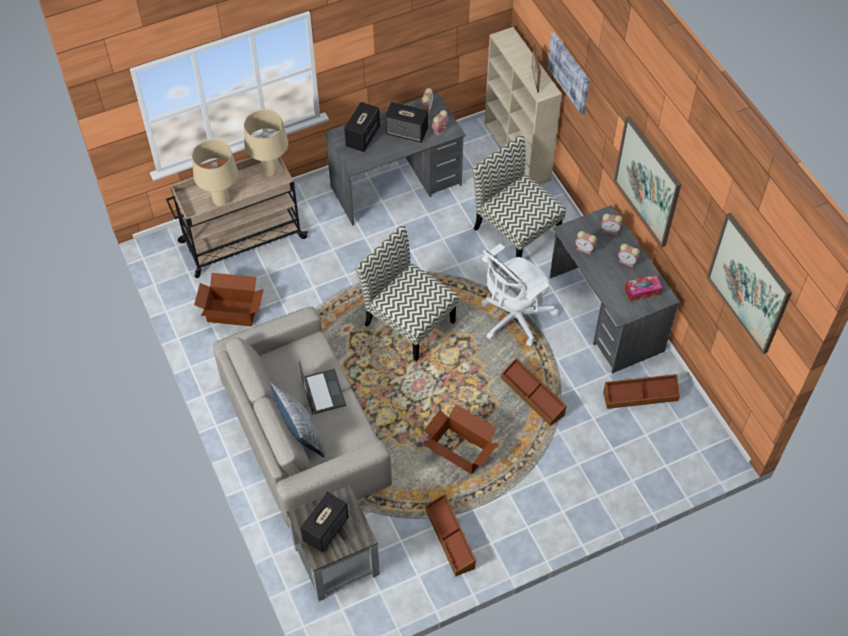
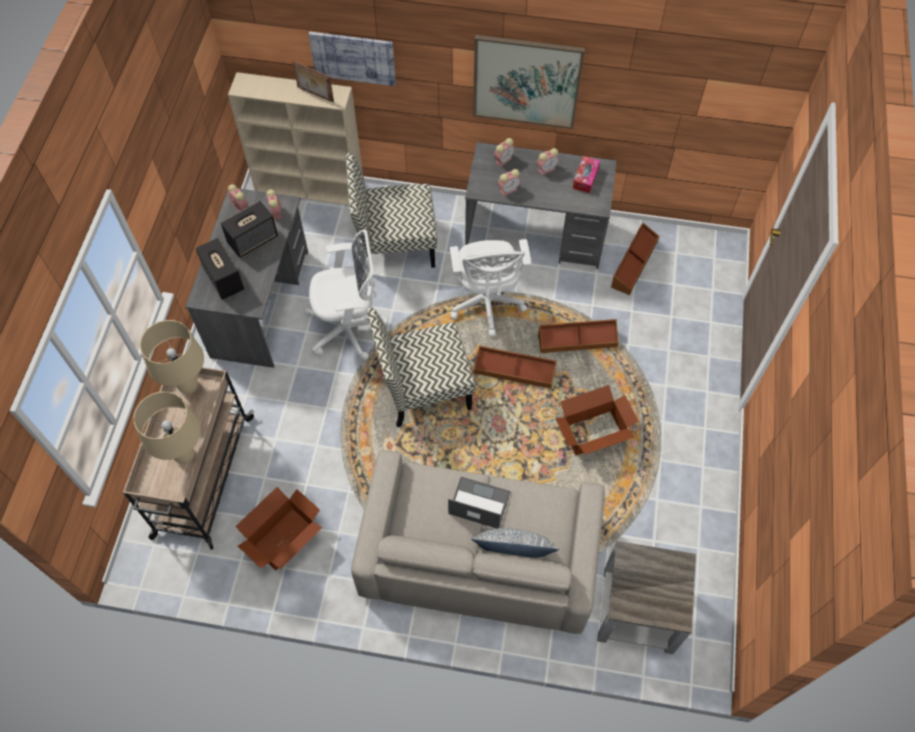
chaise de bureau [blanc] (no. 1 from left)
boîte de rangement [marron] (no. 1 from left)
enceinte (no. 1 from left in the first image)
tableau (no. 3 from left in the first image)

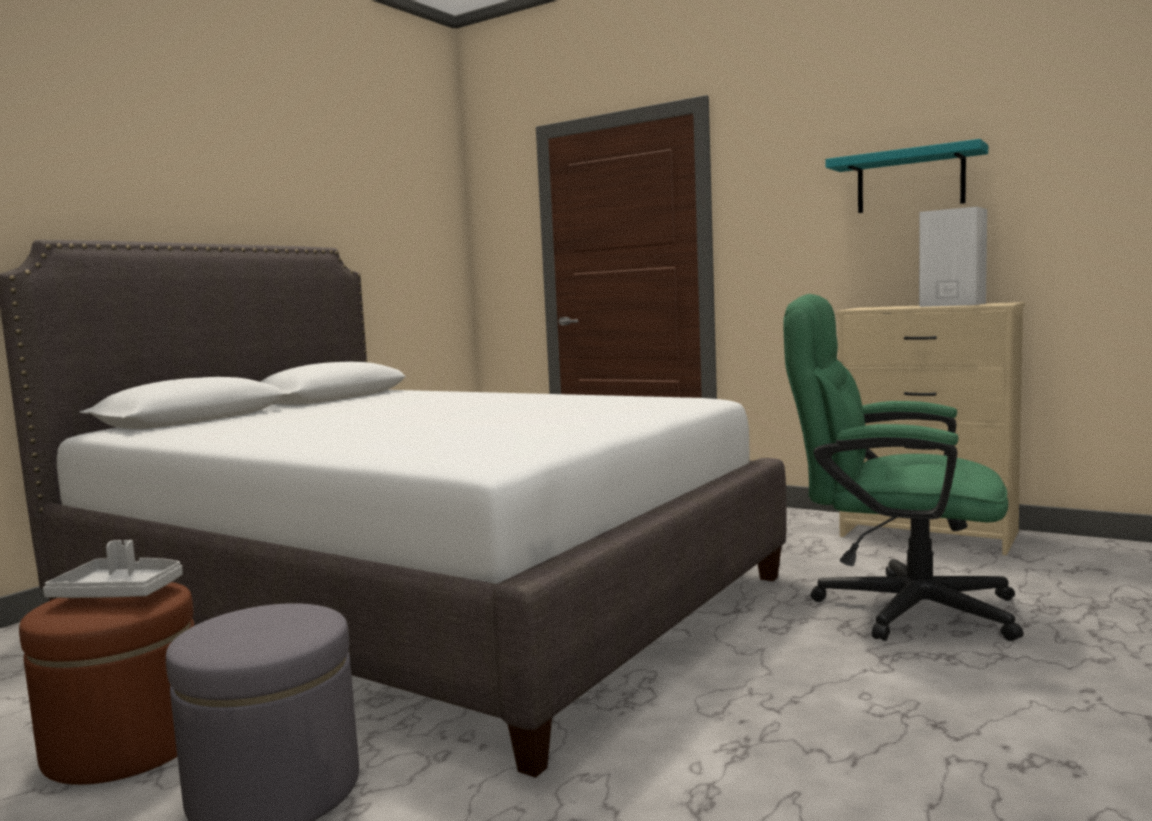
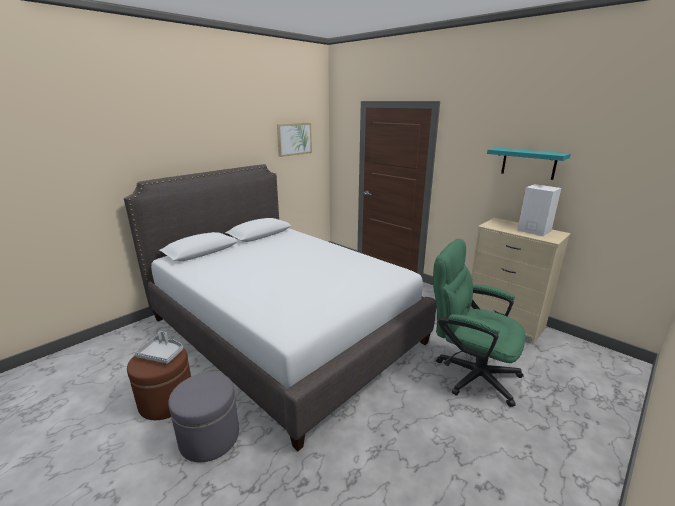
tableau

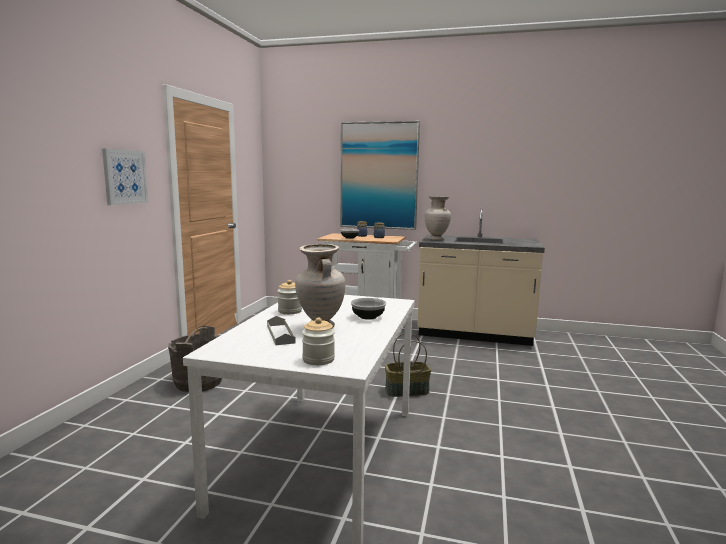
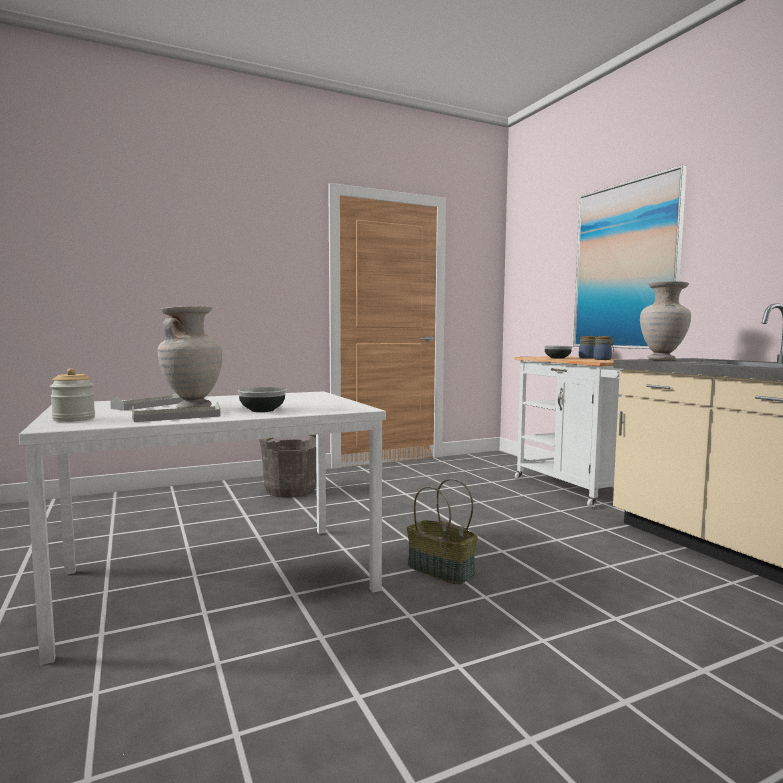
plateau [gris] (no. 2 from left)
tableau (no. 1 from left in the first image)
bocal (no. 1 from left in the first image)

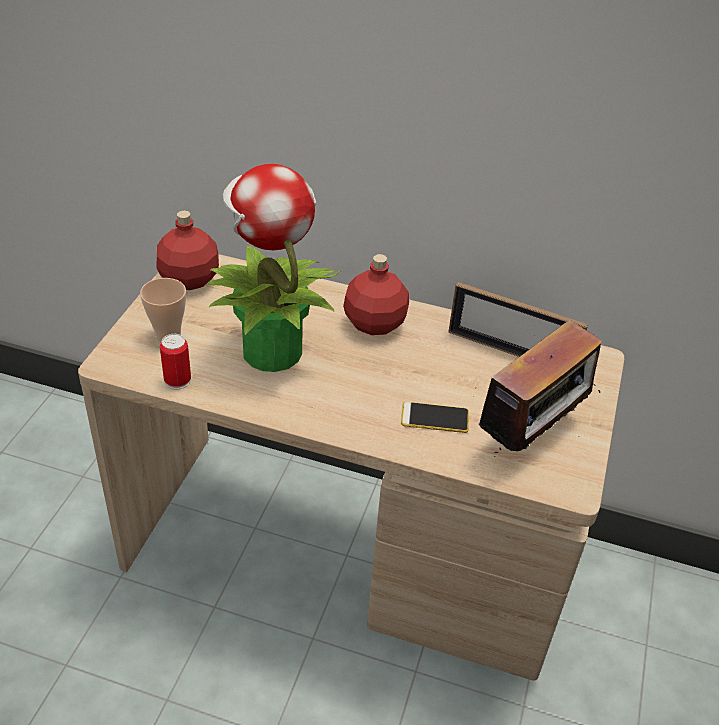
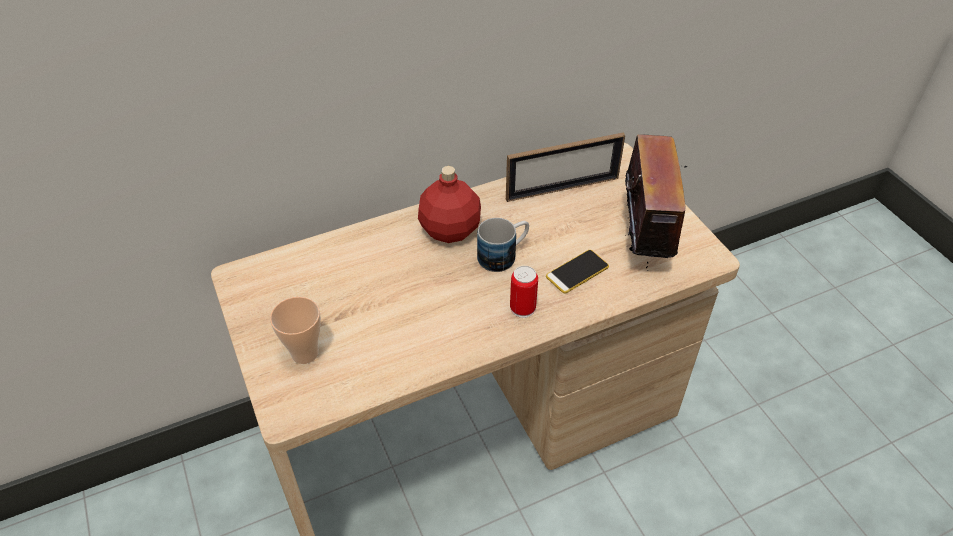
mug
boîte métallique
bouteille [rouge] (no. 1 from left in the first image)
plante en pot

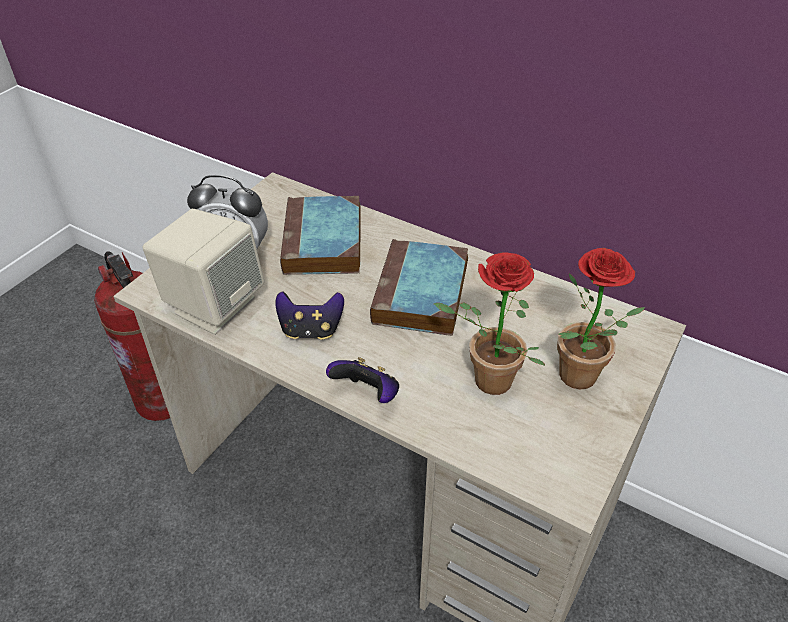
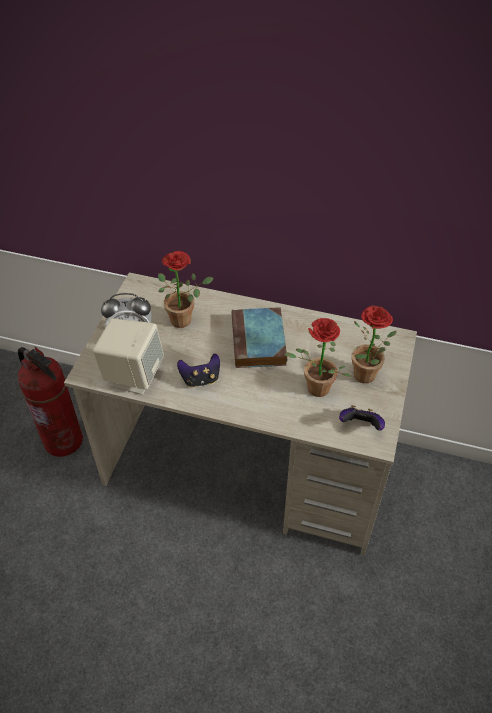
plante en pot (no. 1 from left)
manette (no. 2 from left)

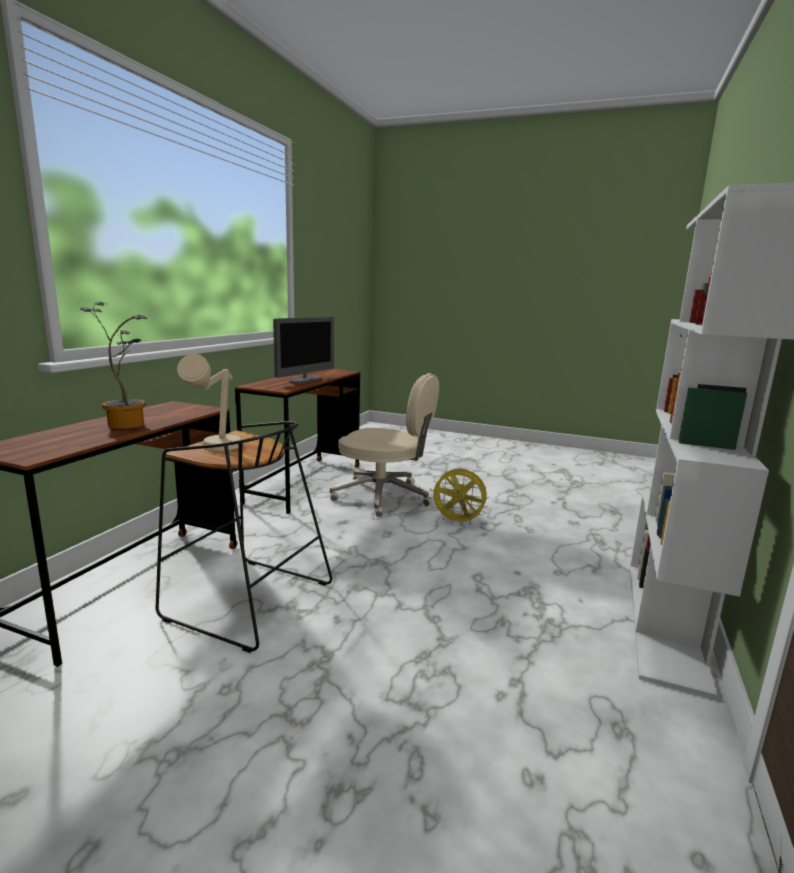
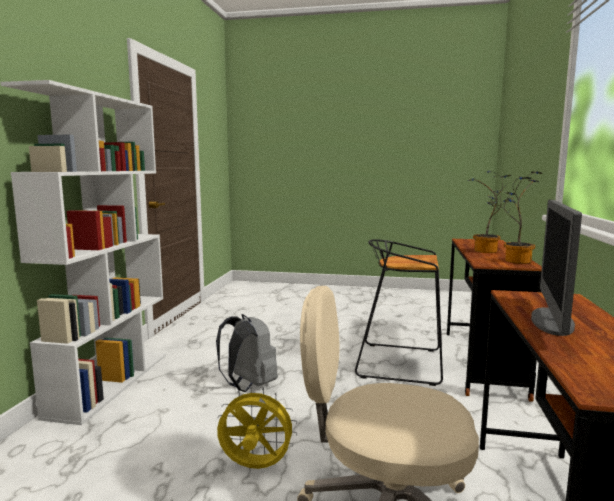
sac à dos [gris]
plante en pot (no. 2 from left)
lampe de table [beige]

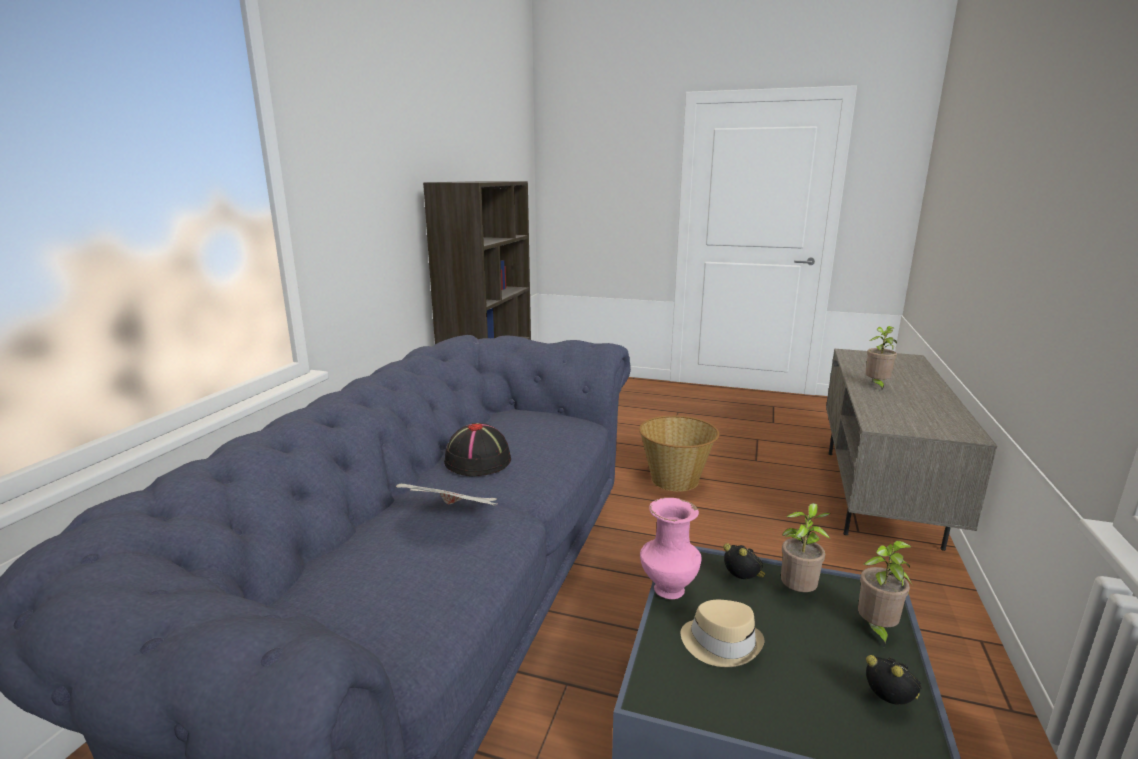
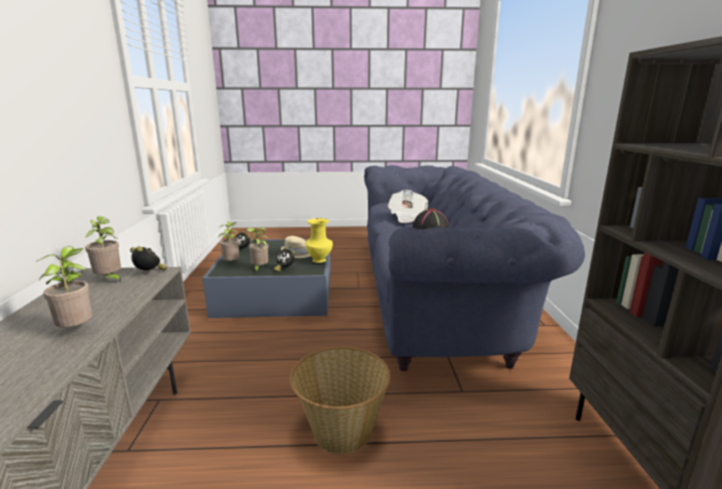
plante en pot (no. 2 from left)
réveil (no. 1 from left)
vase [jaune]

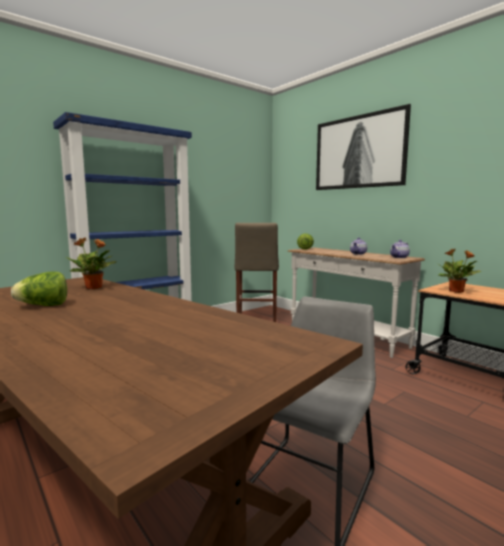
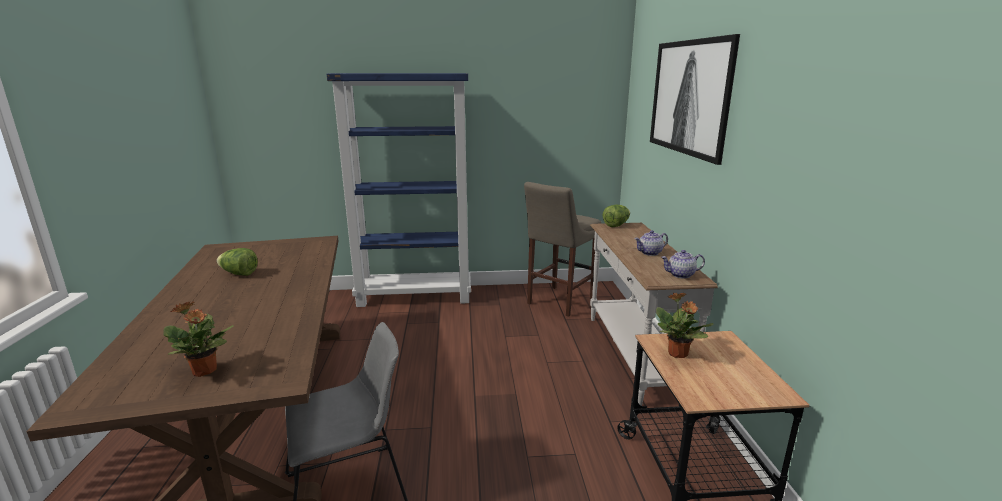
plante en pot (no. 1 from left)

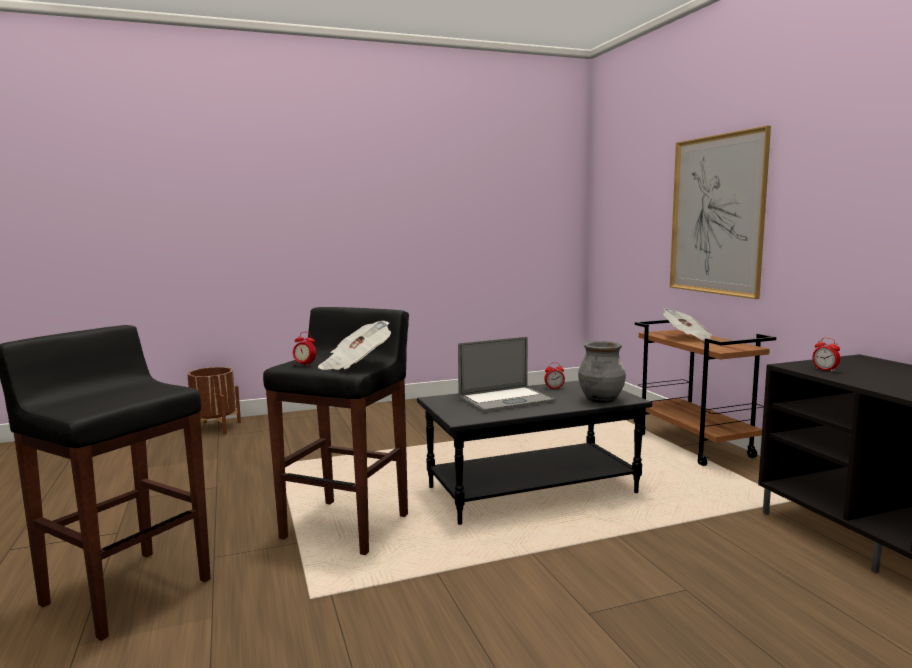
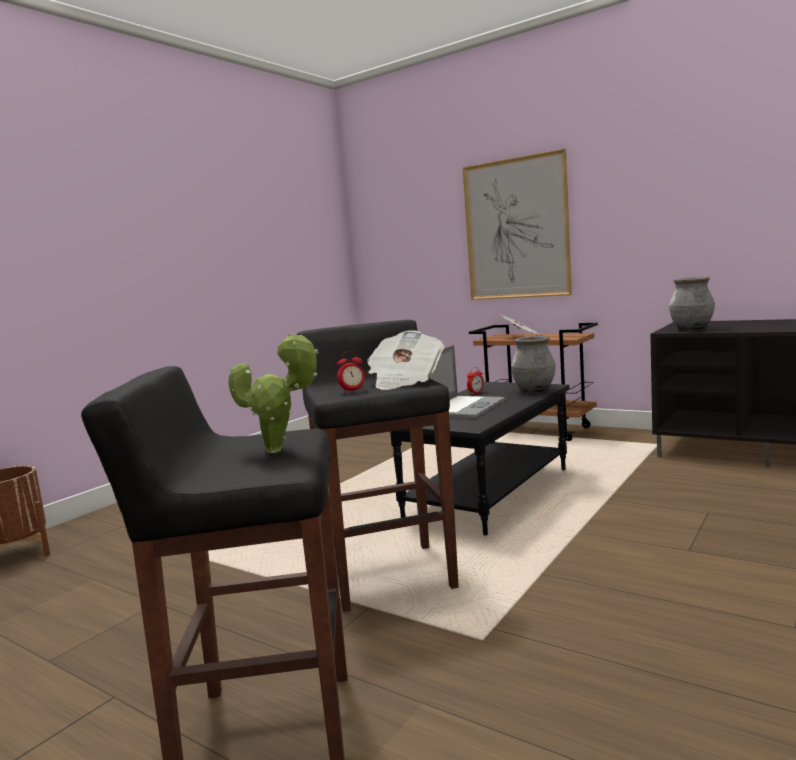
plante en pot
vase [gris] (no. 2 from left)

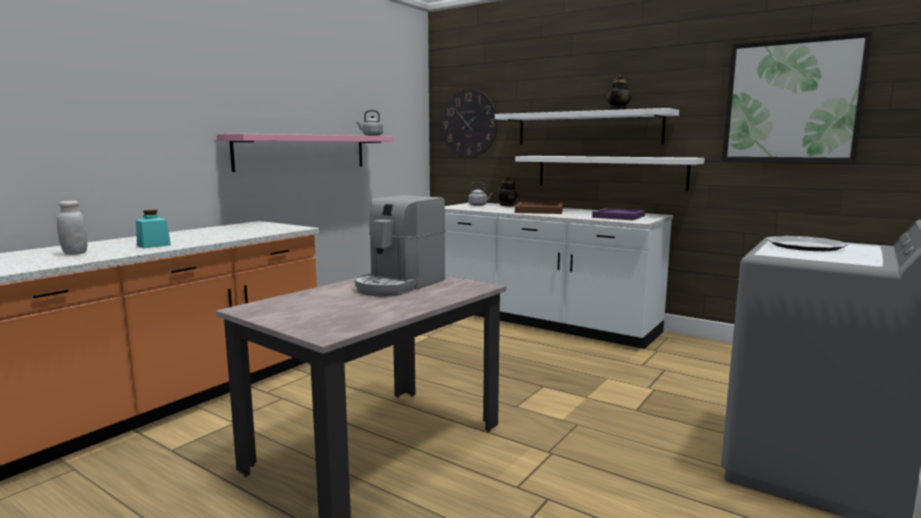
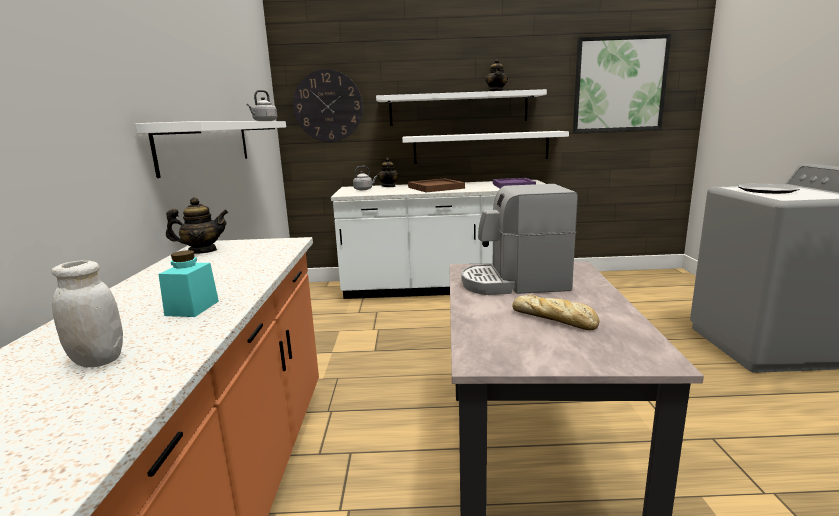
étagère [blanc] (no. 1 from left)
théière (no. 1 from left)
machine à café
pain

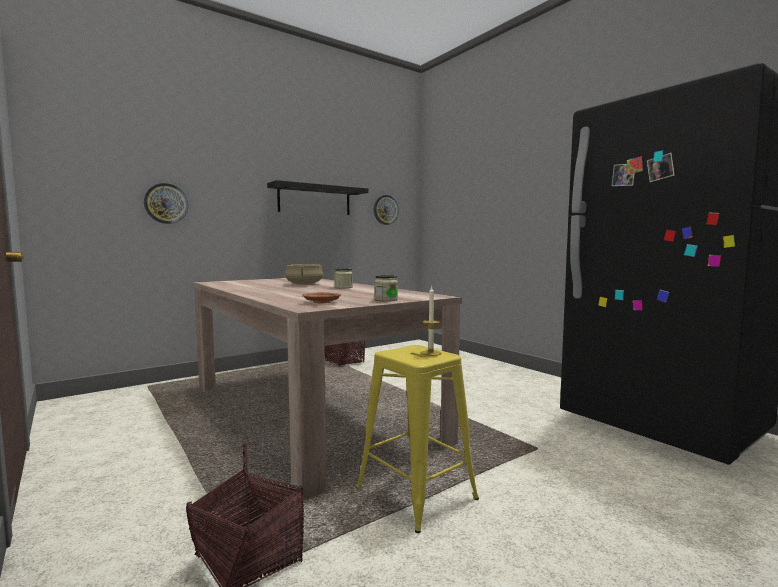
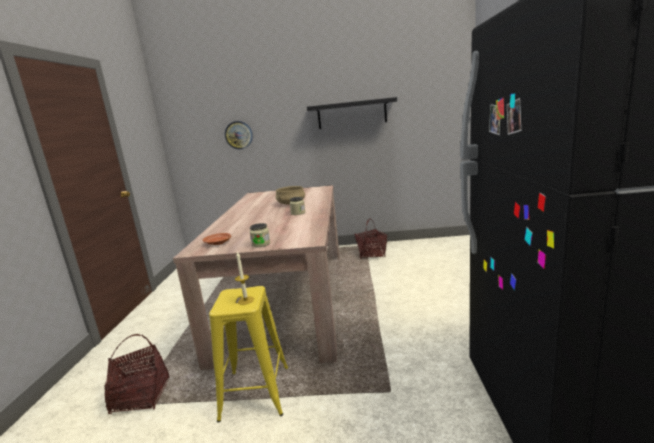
horloge murale (no. 2 from left in the first image)

